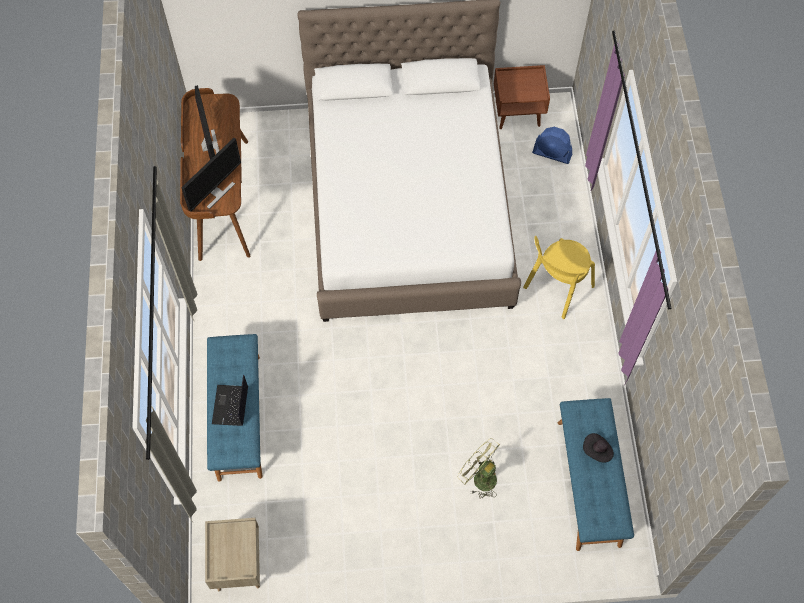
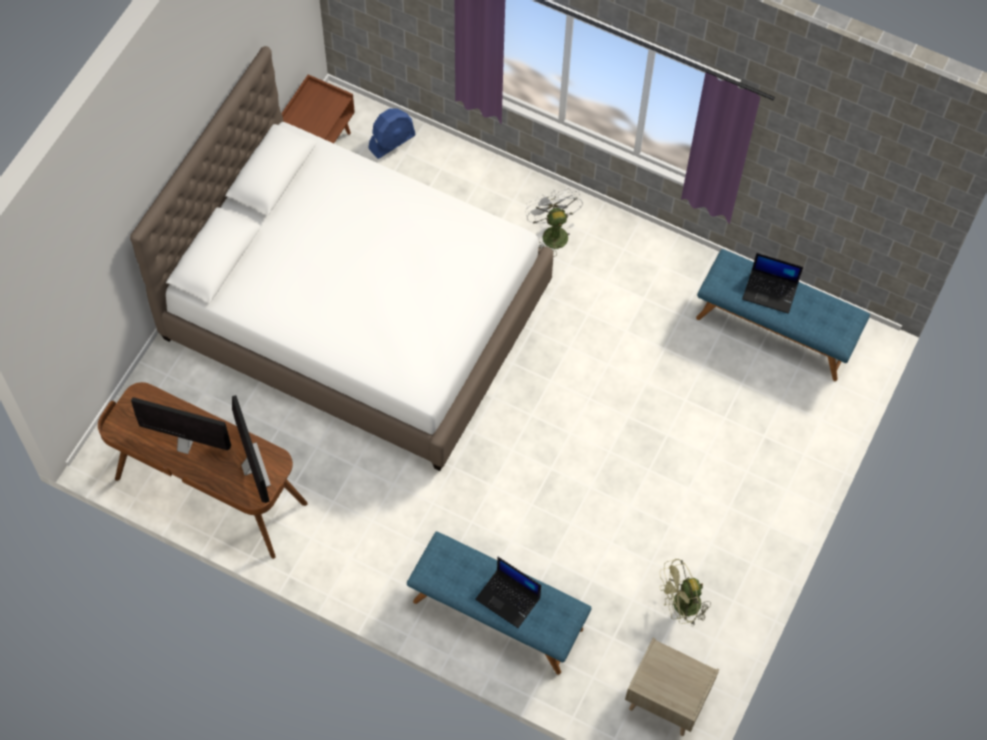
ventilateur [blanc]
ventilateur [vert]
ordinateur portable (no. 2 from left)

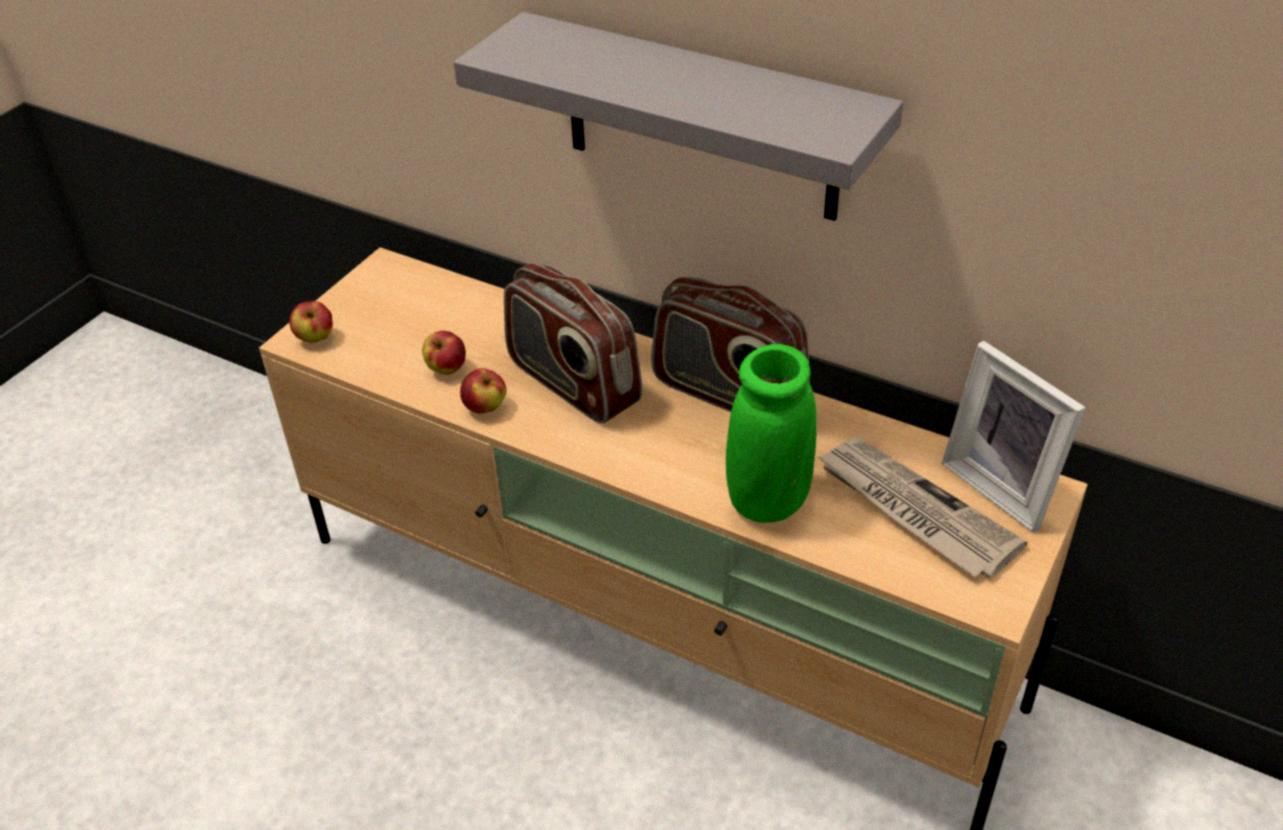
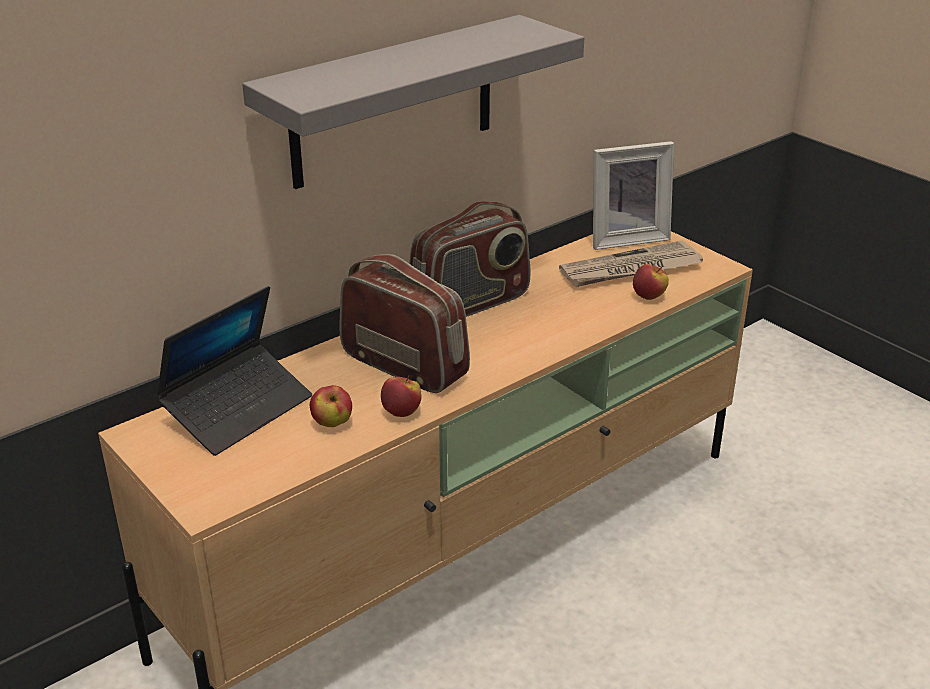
ordinateur portable
radio (no. 1 from left)
pomme (no. 3 from left)
vase [vert]

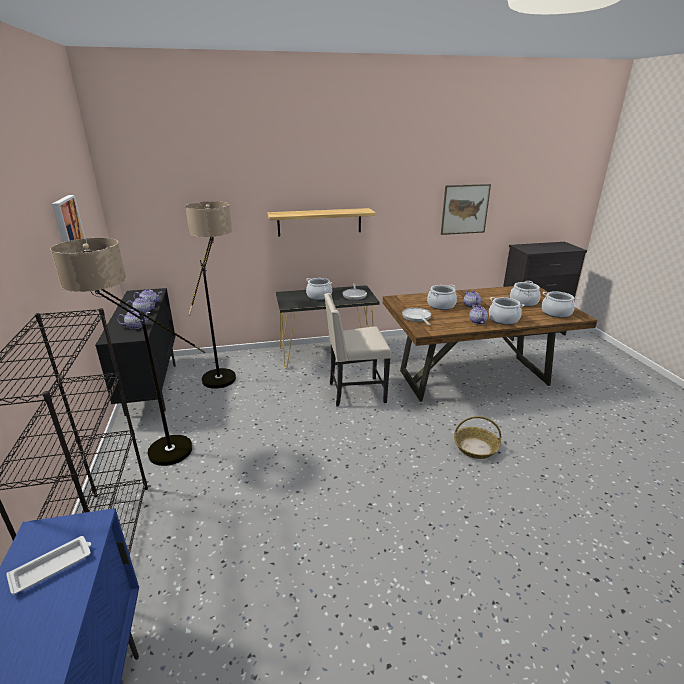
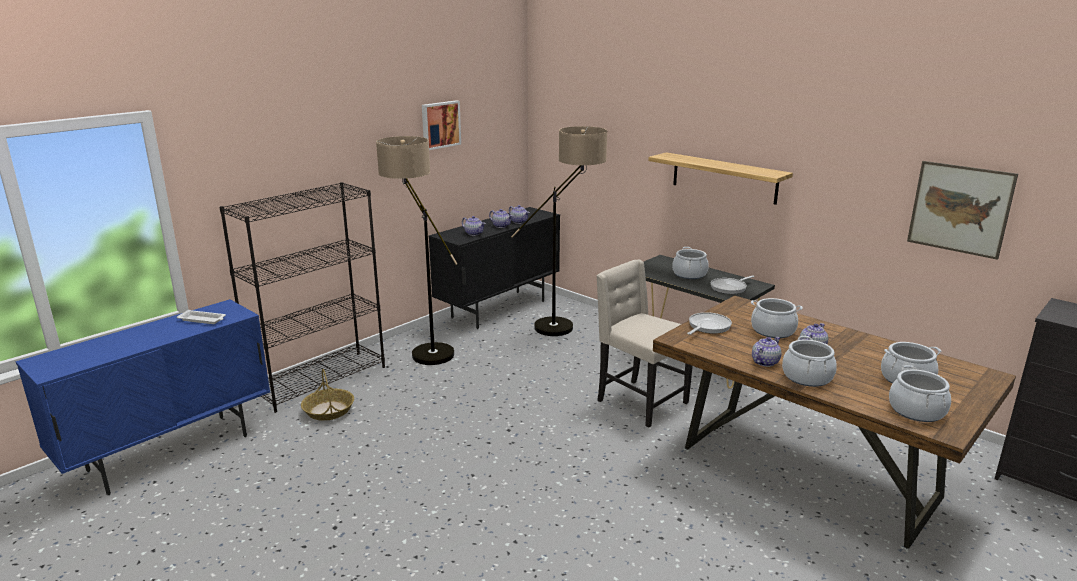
panier

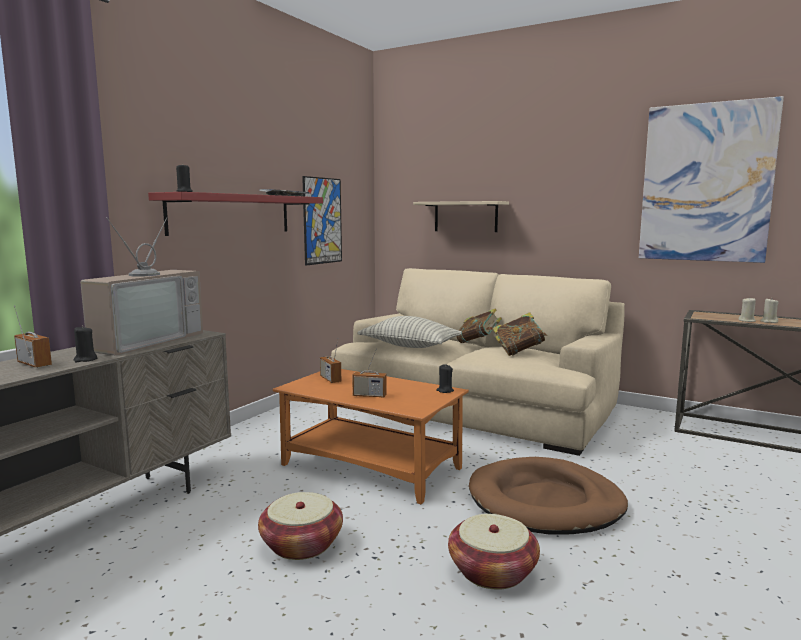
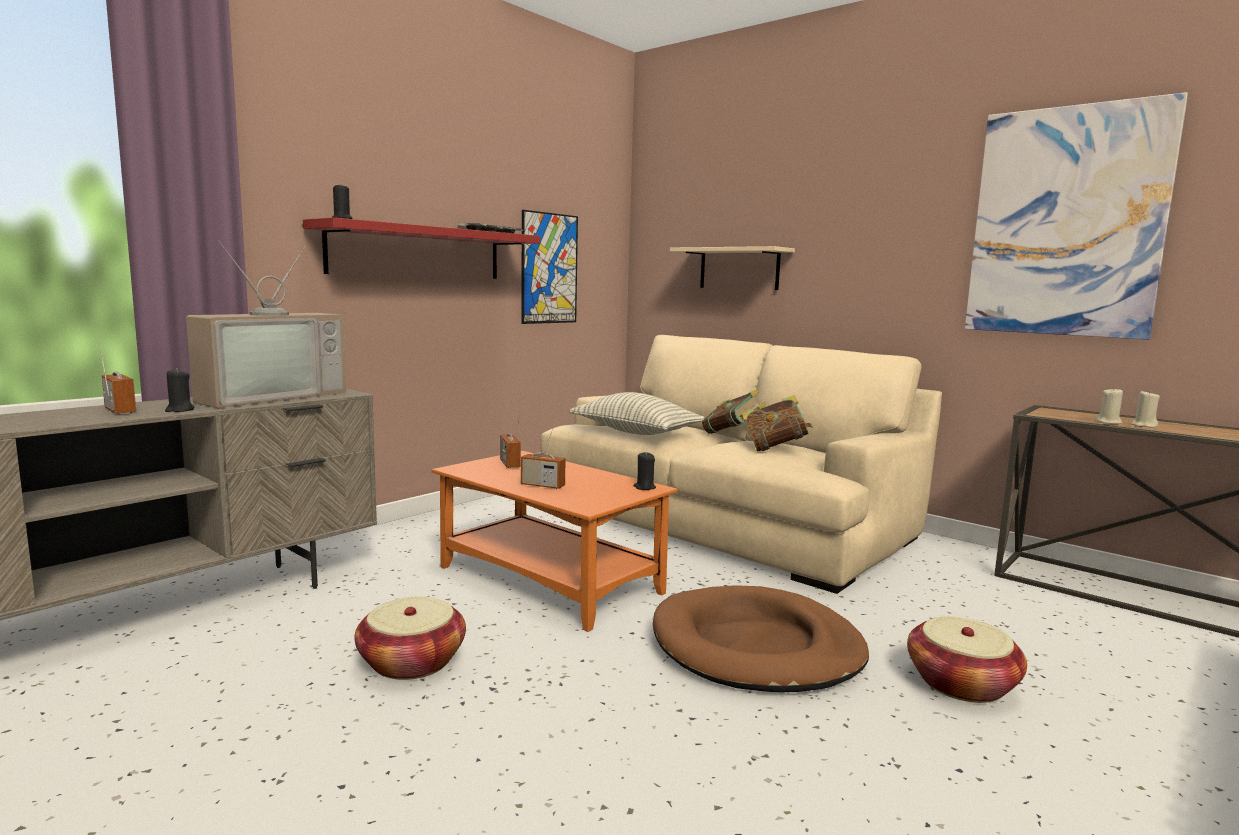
panier (no. 2 from left)

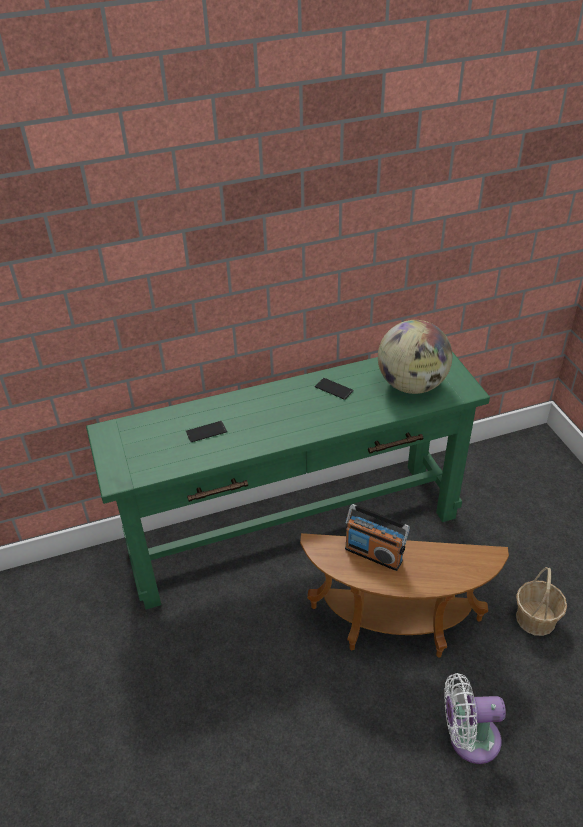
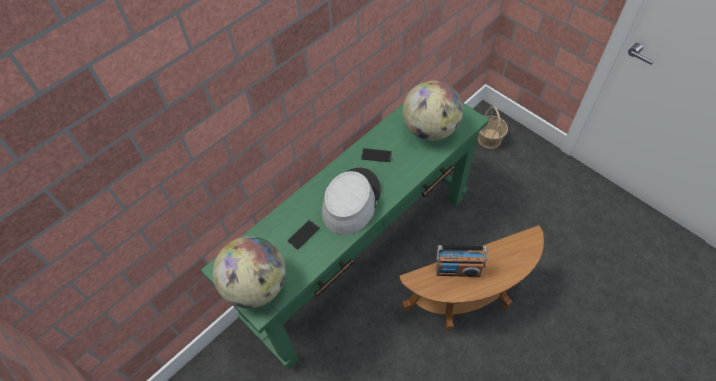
globe (no. 1 from left)
chapeau [gris]
panier
ventilateur [blanc]

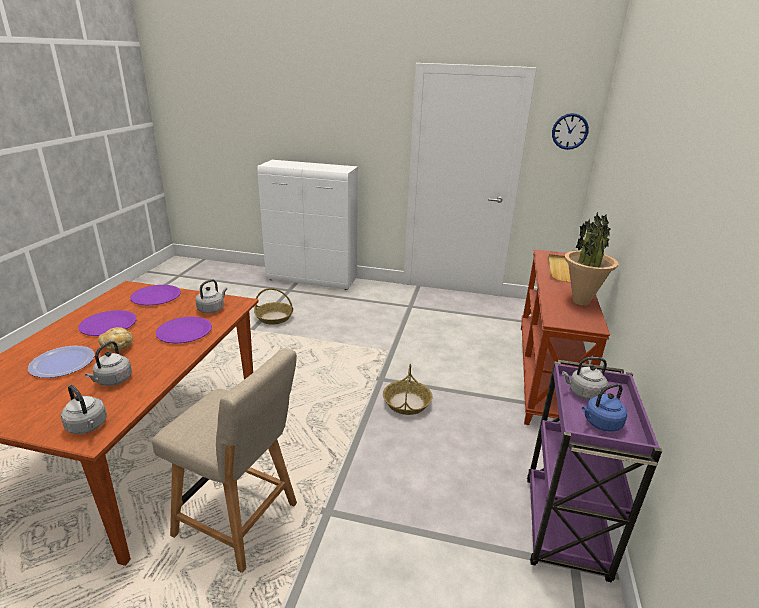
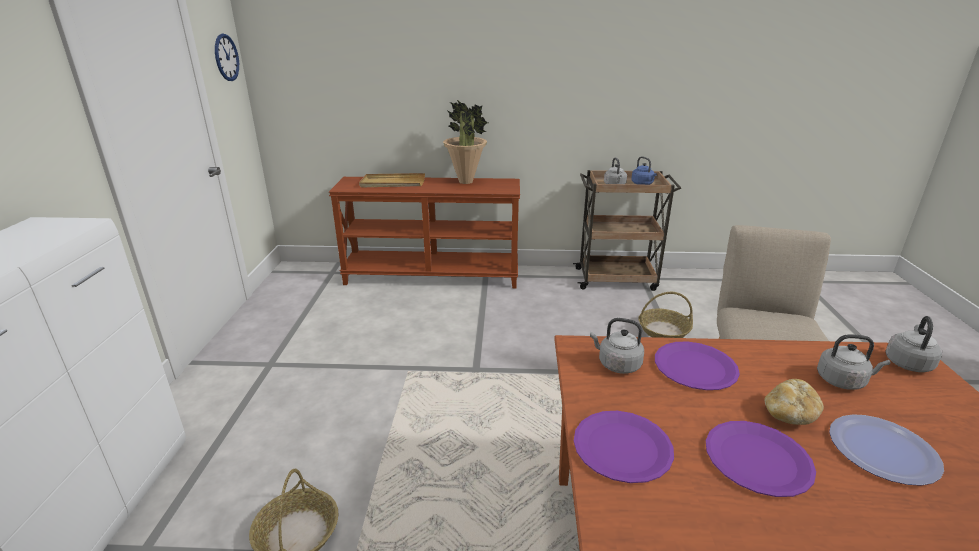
chariot [marron]
panier (no. 2 from left)

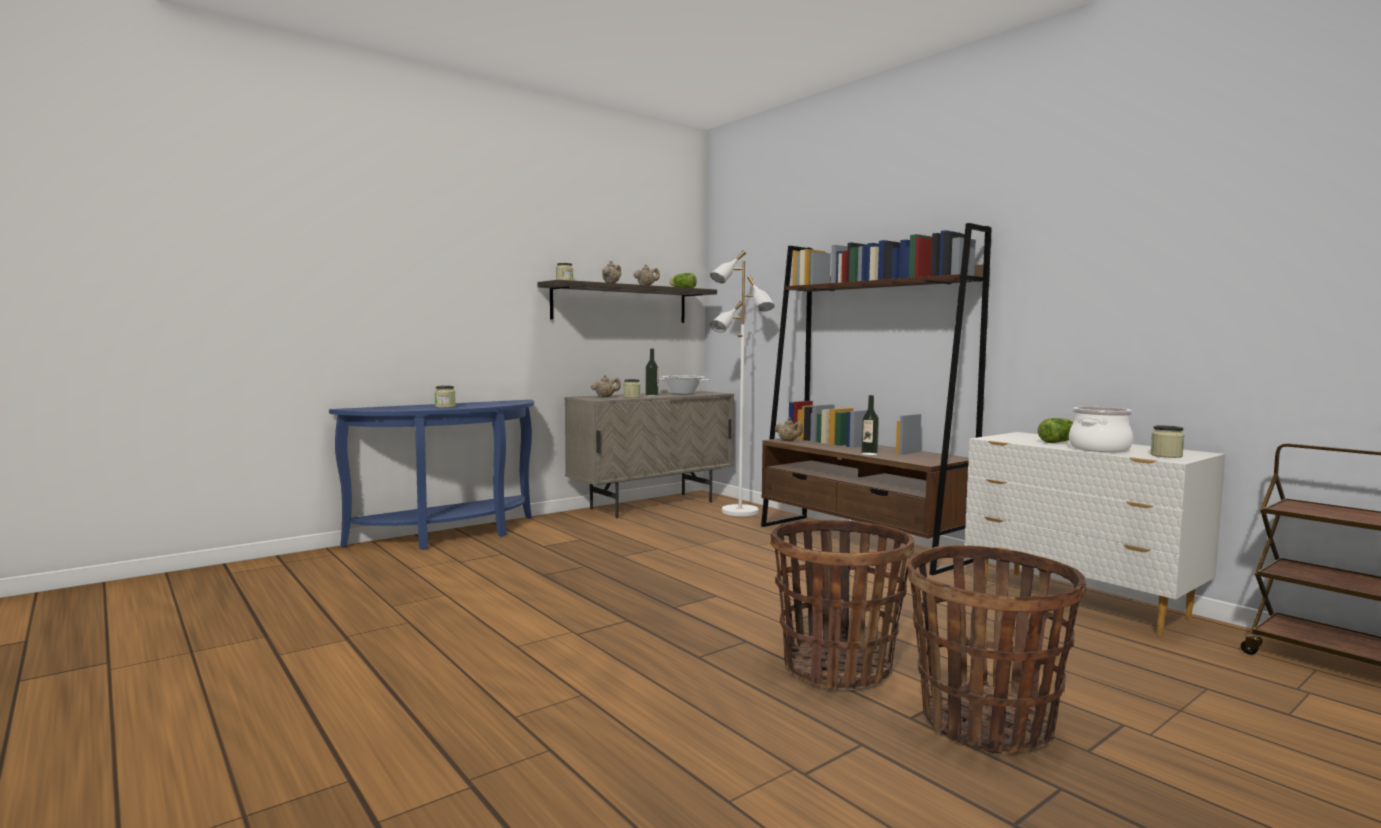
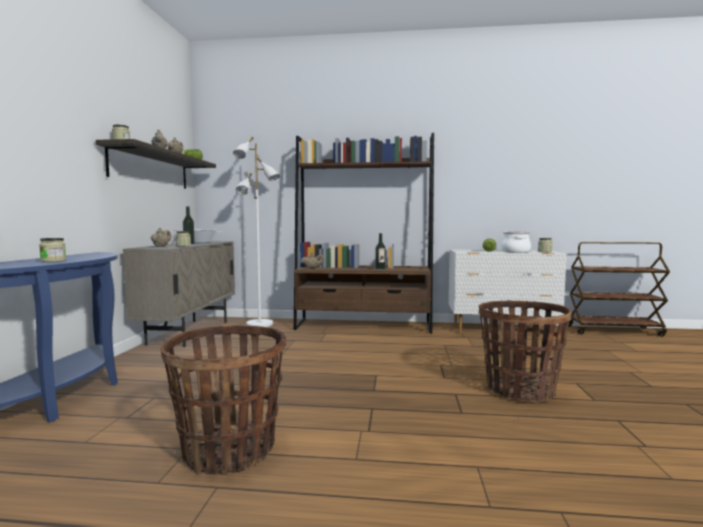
panier (no. 1 from left)

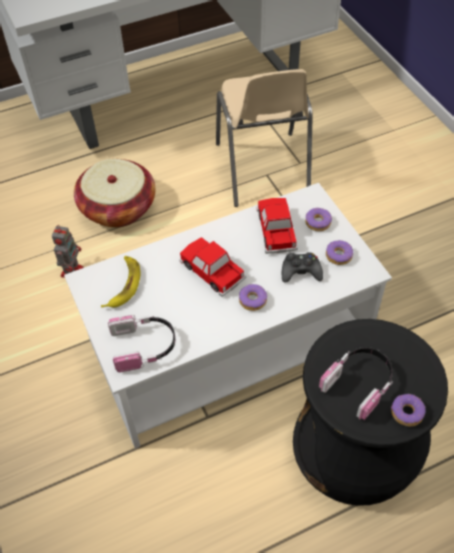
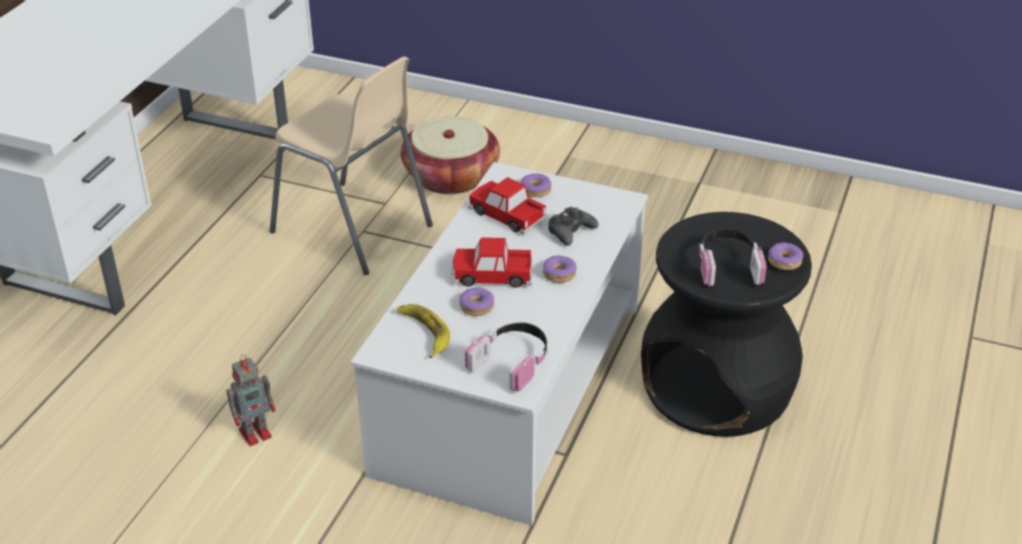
robot jouet
panier
beignet (no. 1 from left)

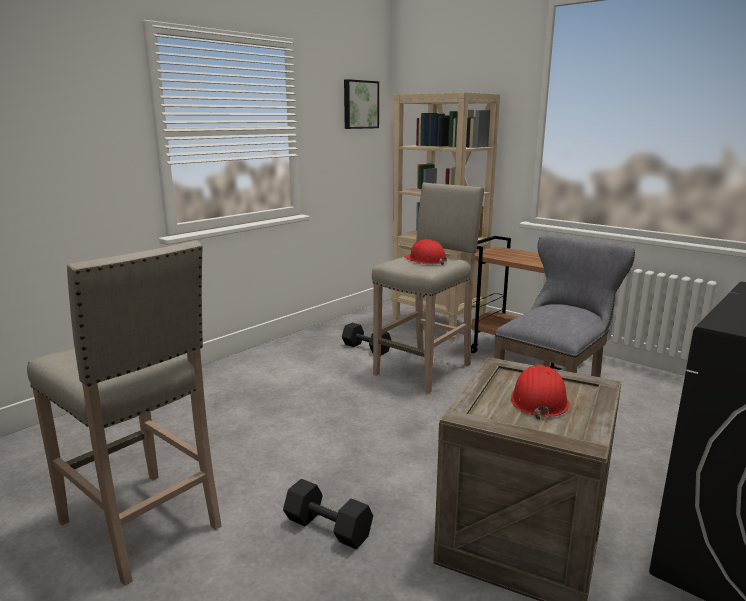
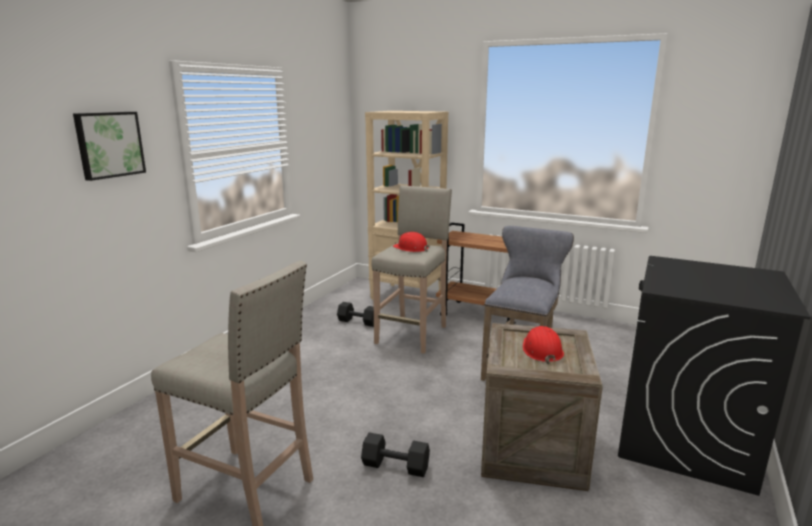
tableau

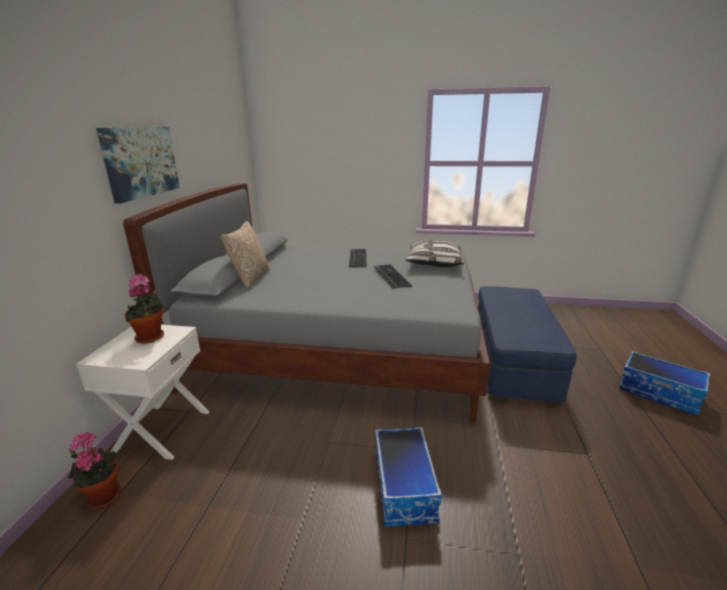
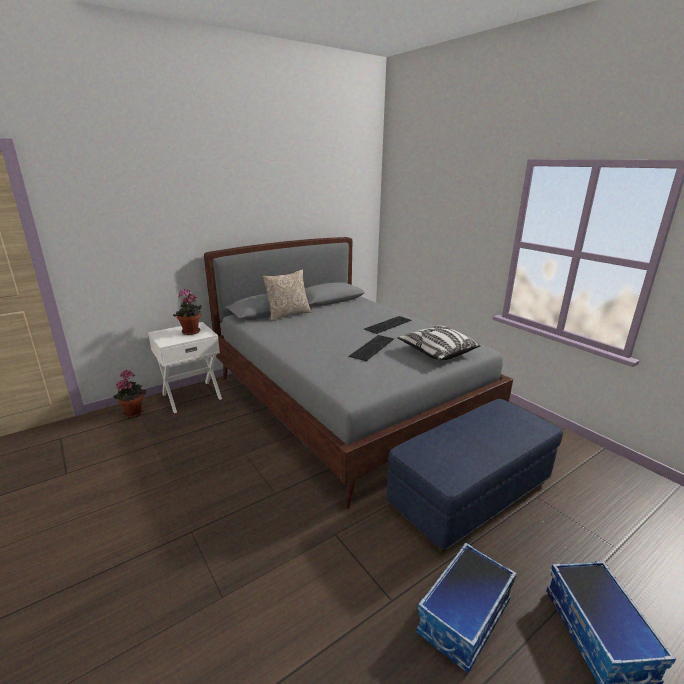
boîte de rangement (no. 1 from left)
tableau

